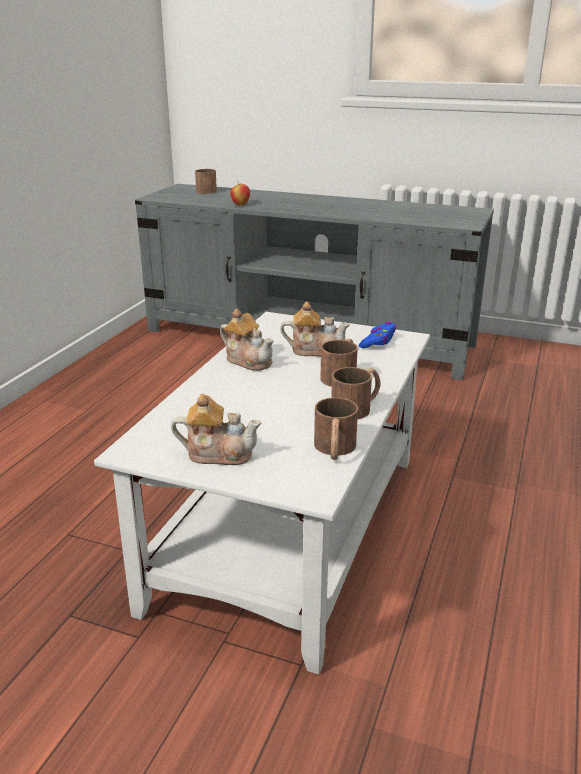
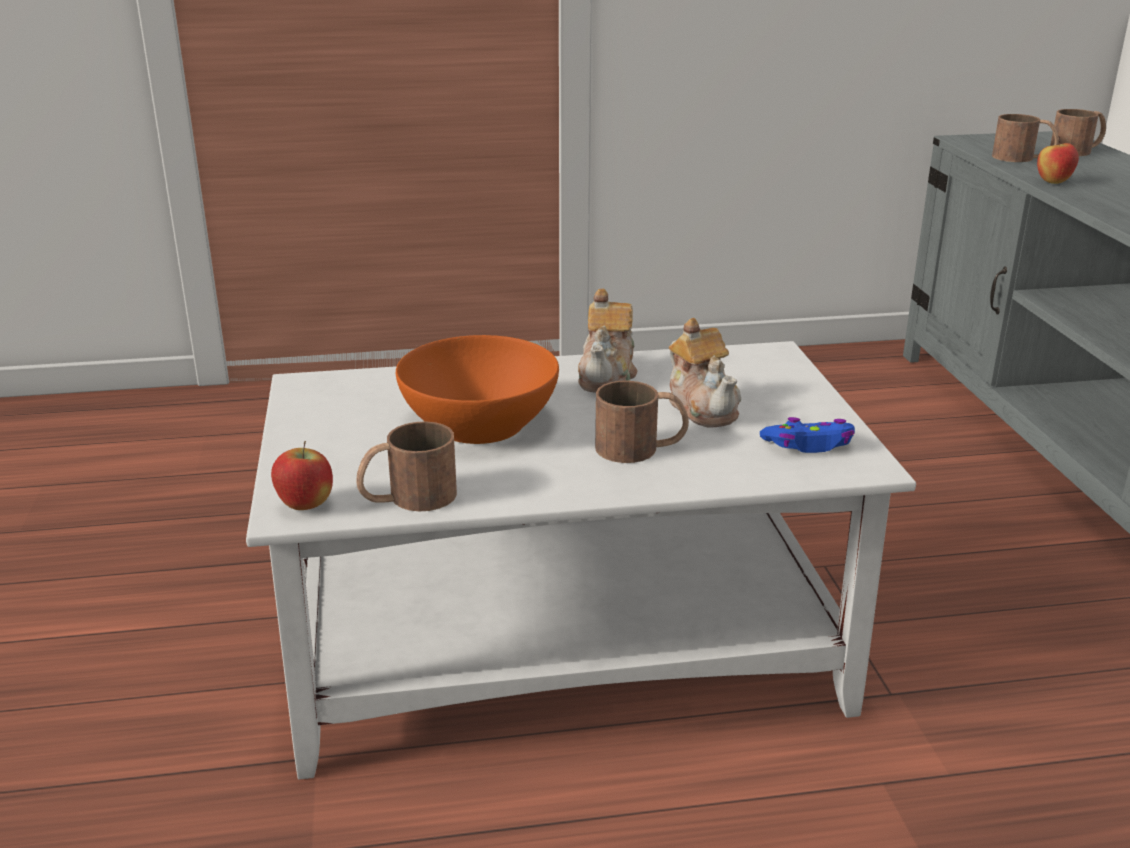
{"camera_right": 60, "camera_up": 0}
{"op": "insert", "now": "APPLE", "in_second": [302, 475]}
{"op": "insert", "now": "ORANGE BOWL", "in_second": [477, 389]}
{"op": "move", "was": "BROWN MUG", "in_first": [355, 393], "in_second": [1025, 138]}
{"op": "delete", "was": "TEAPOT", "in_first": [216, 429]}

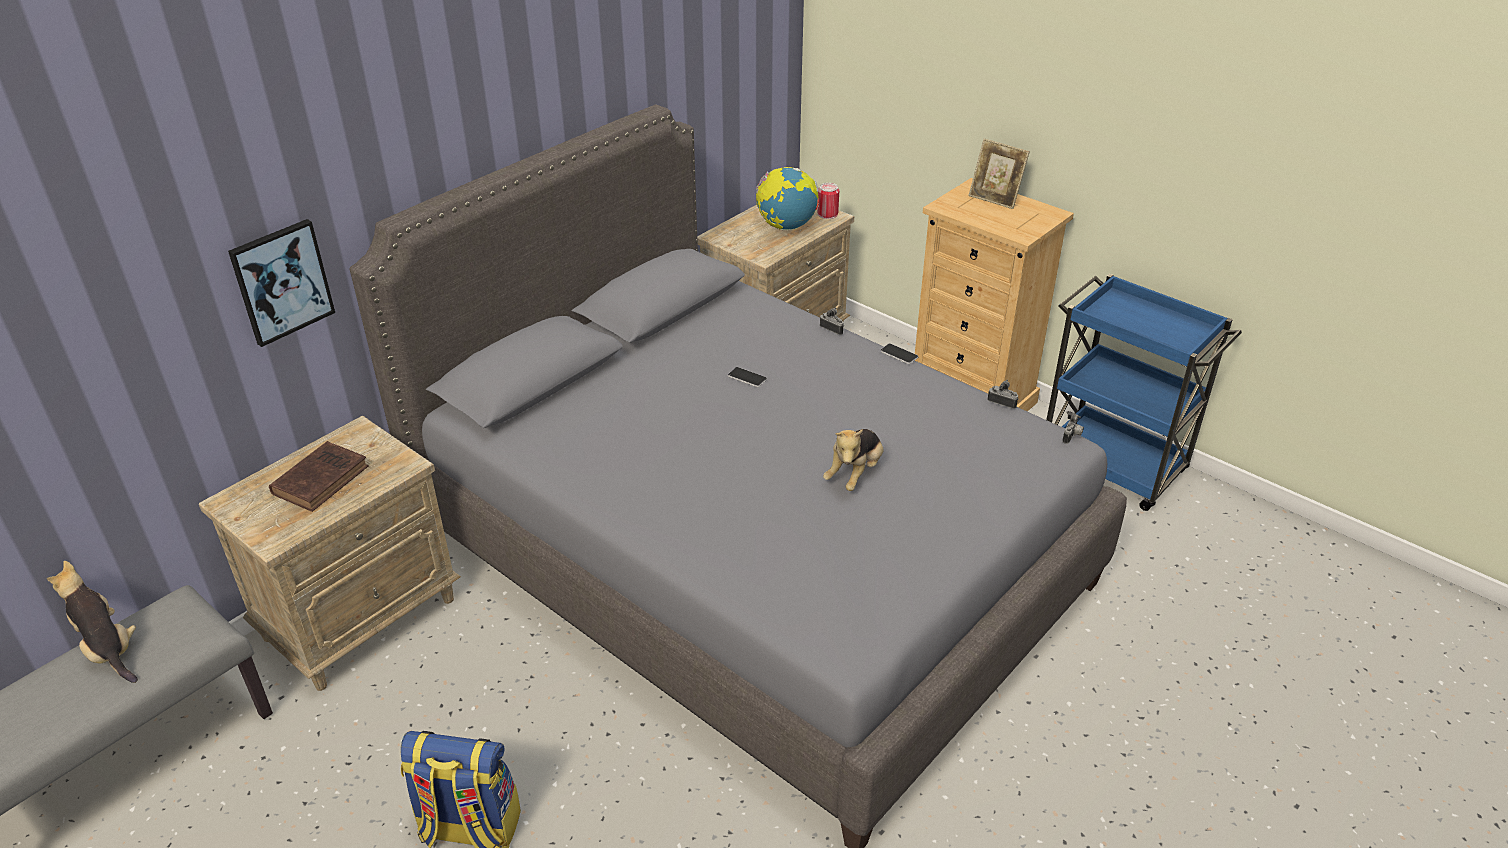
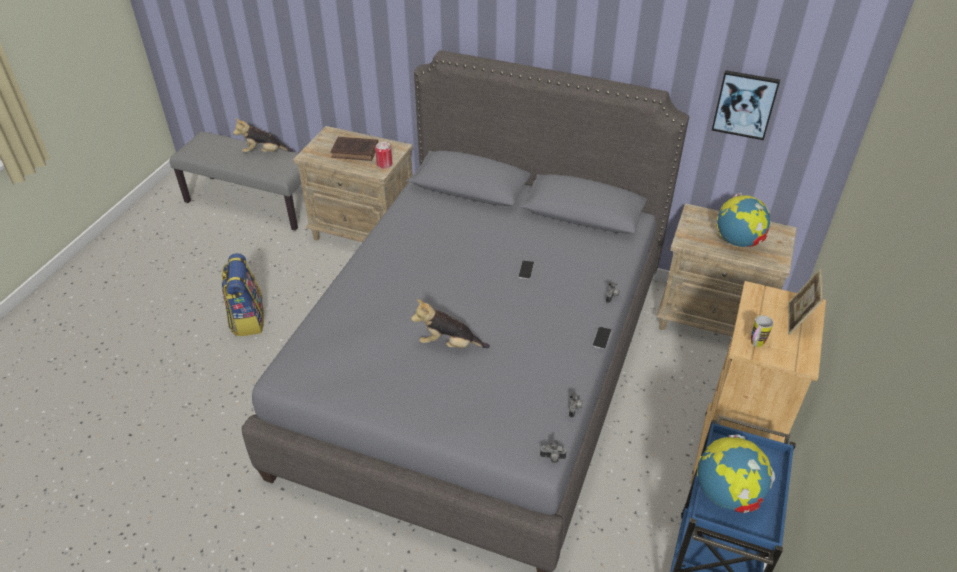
{"camera_right": 70, "camera_up": 5}
{"op": "rotate", "was": "PLUSH TOY", "in_first": [92, 622], "in_second": [263, 135], "clockwise": -120}
{"op": "move", "was": "CAN", "in_first": [828, 201], "in_second": [383, 155]}
{"op": "insert", "now": "GLOBE", "in_second": [736, 474]}
{"op": "move", "was": "PICTURE", "in_first": [281, 283], "in_second": [746, 105]}
{"op": "insert", "now": "MUG", "in_second": [762, 331]}

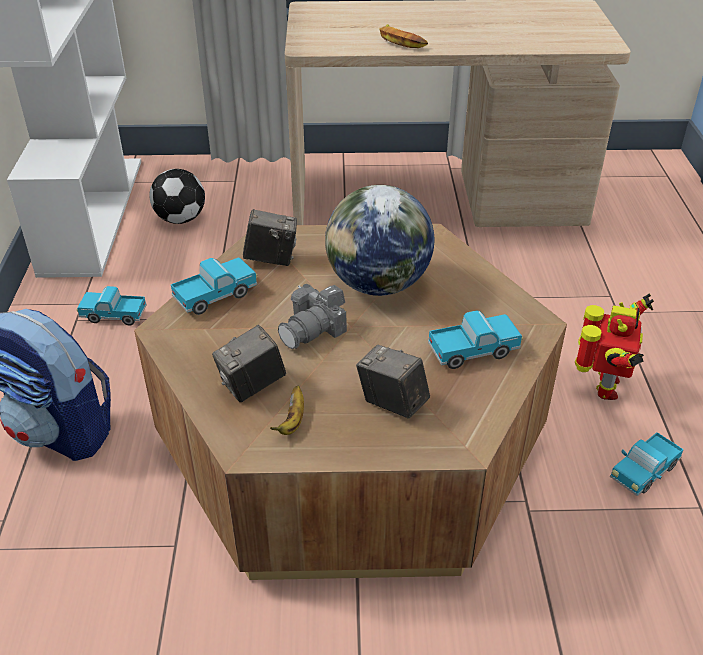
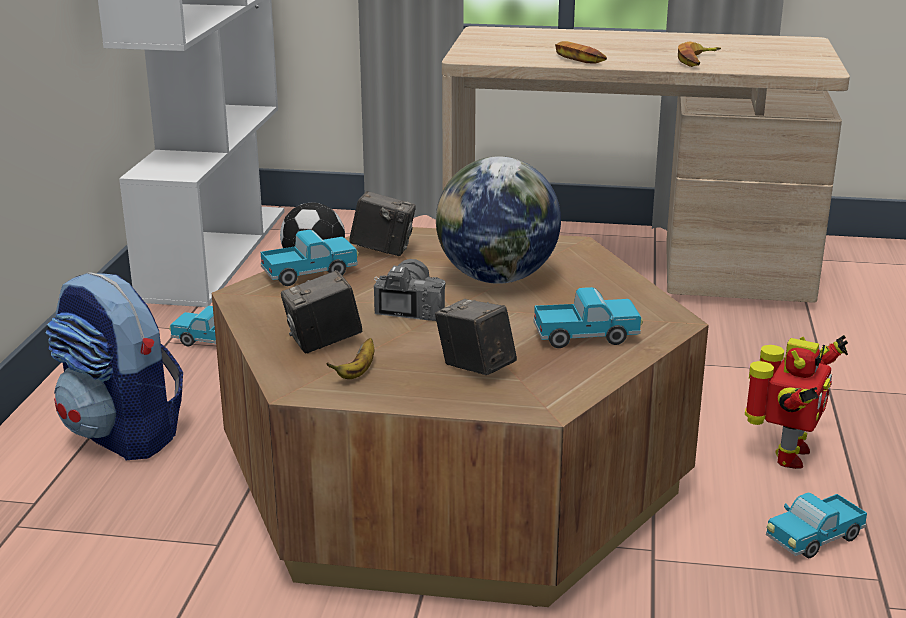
{"camera_right": 10, "camera_up": -15}
{"op": "rotate", "was": "PHOTO CAMERA", "in_first": [312, 316], "in_second": [410, 290], "clockwise": 135}
{"op": "insert", "now": "BANANA", "in_second": [699, 54]}

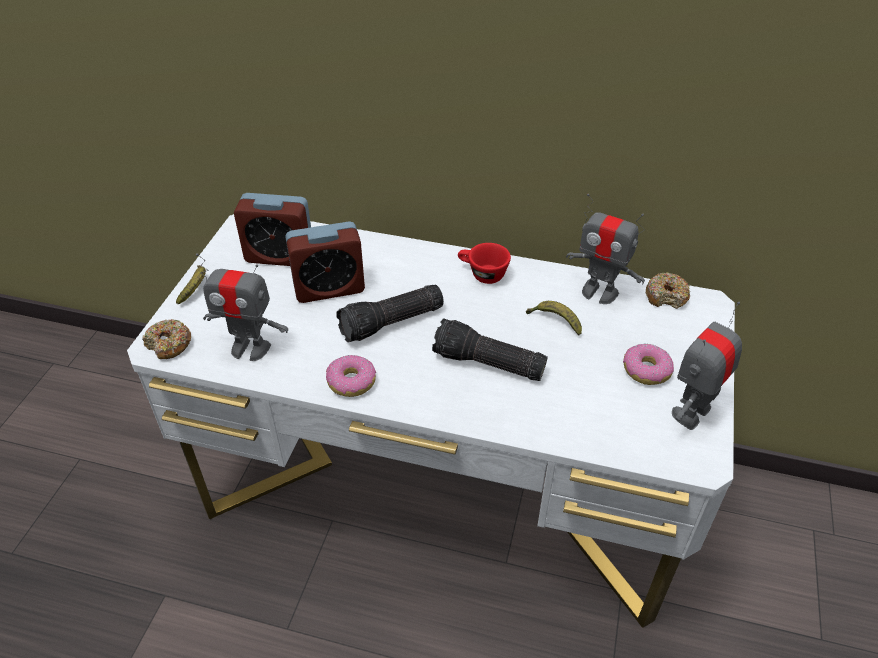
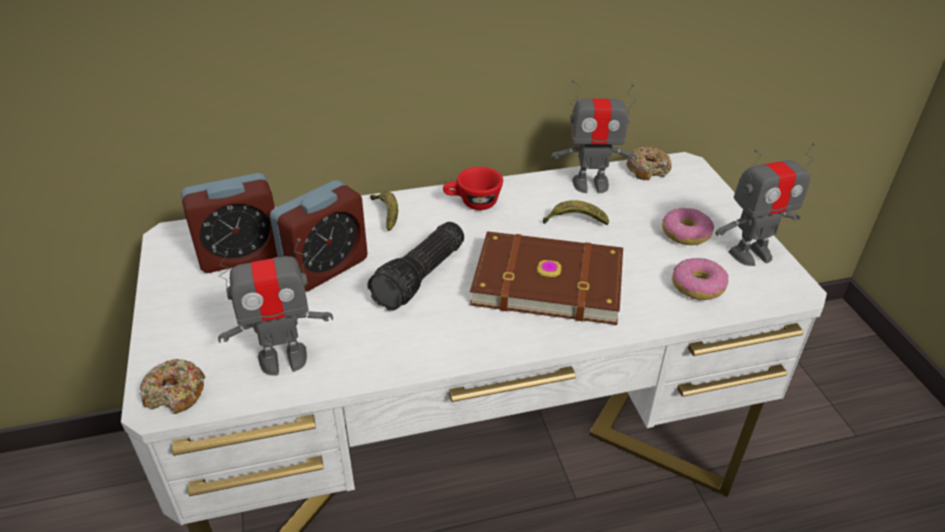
{"camera_right": -30, "camera_up": -5}
{"op": "move", "was": "BANANA", "in_first": [191, 284], "in_second": [384, 211]}
{"op": "replace", "was": "FLASHLIGHT", "now": "BROWN BOOK", "in_first": [490, 349], "in_second": [546, 278]}
{"op": "move", "was": "DONUT", "in_first": [351, 376], "in_second": [700, 279]}
{"op": "rotate", "was": "TOY ROBOT", "in_first": [707, 366], "in_second": [765, 204], "clockwise": -120}

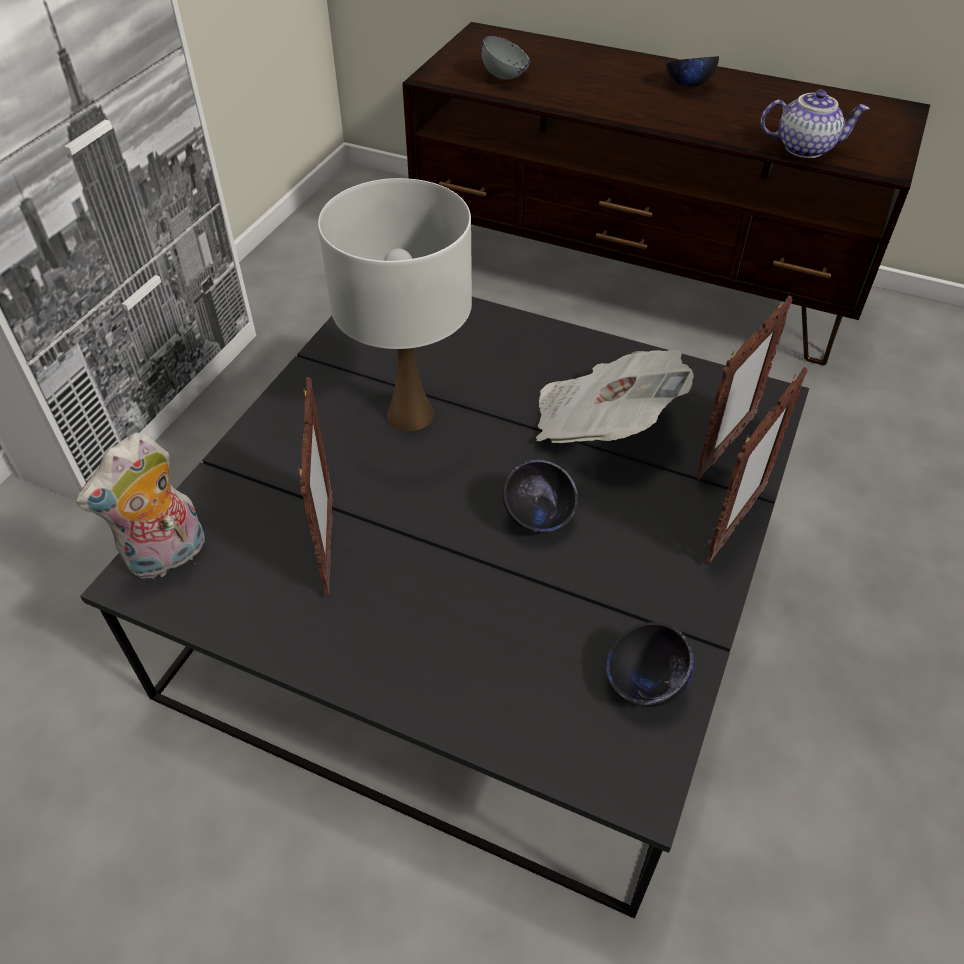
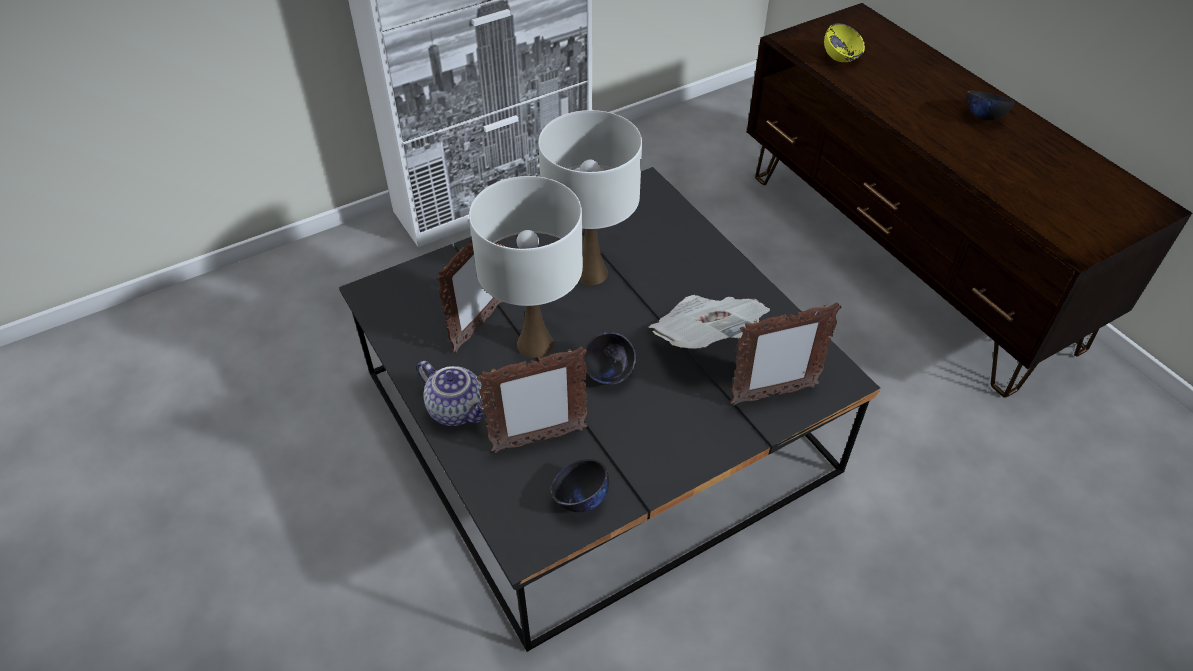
{"camera_right": 35, "camera_up": 0}
{"op": "move", "was": "TEAPOT", "in_first": [815, 123], "in_second": [452, 393]}
{"op": "insert", "now": "WHITE TABLE LAMP", "in_second": [526, 267]}
{"op": "move", "was": "PICTURE FRAME", "in_first": [756, 465], "in_second": [532, 400]}
{"op": "recolor", "was": "GREY BOWL", "now": "YELLOW BOWL", "in_first": [505, 58], "in_second": [844, 42]}
{"op": "delete", "was": "PLUSH TOY", "in_first": [140, 506]}

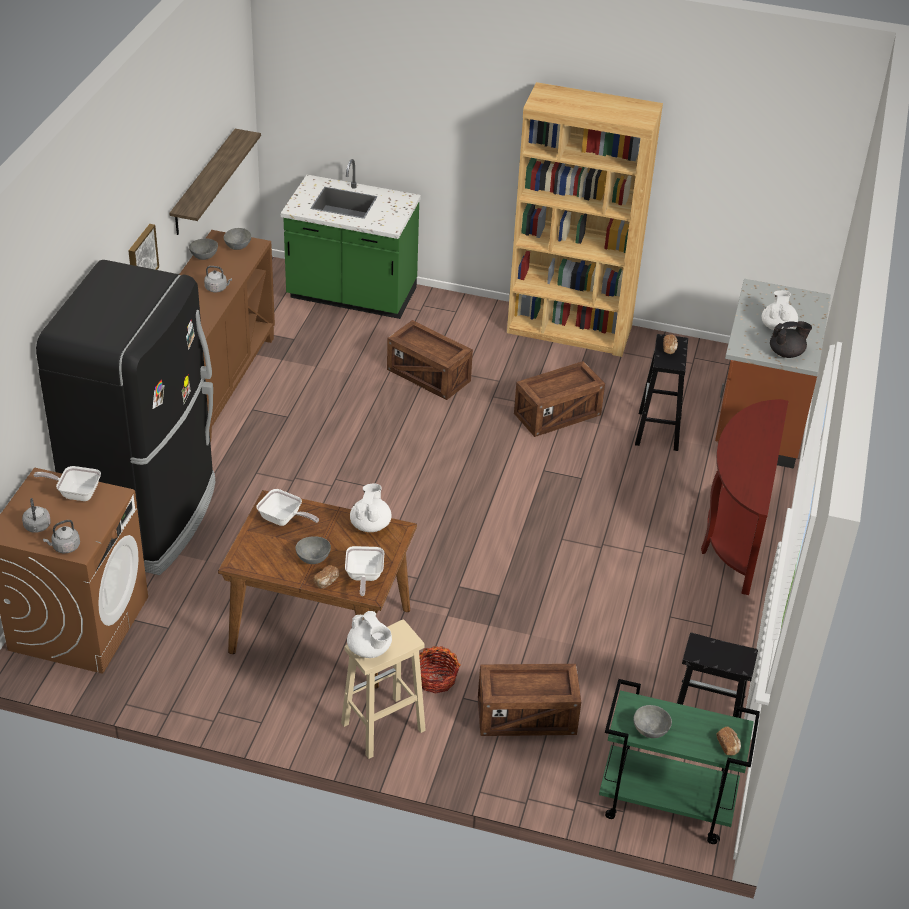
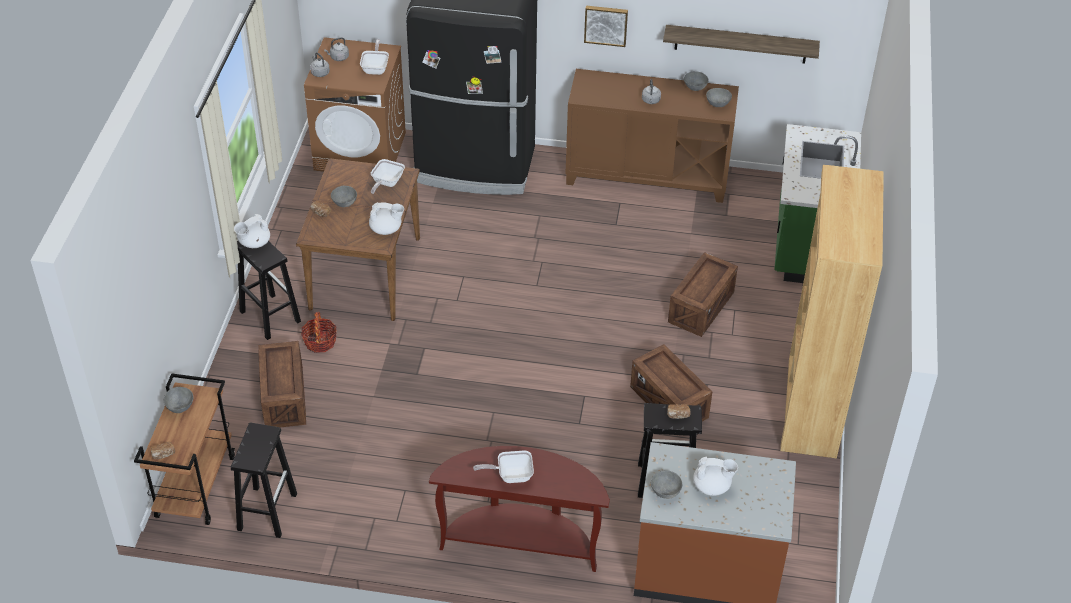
{"camera_right": 85, "camera_up": 5}
{"op": "recolor", "was": "GREEN CART", "now": "BROWN CART", "in_first": [679, 761], "in_second": [184, 449]}
{"op": "recolor", "was": "BEIGE STOOL", "now": "BLACK STOOL", "in_first": [383, 689], "in_second": [269, 290]}
{"op": "move", "was": "FRYING PAN", "in_first": [364, 571], "in_second": [503, 467]}
{"op": "replace", "was": "BLACK TEAPOT", "now": "GREY BOWL", "in_first": [791, 339], "in_second": [666, 484]}

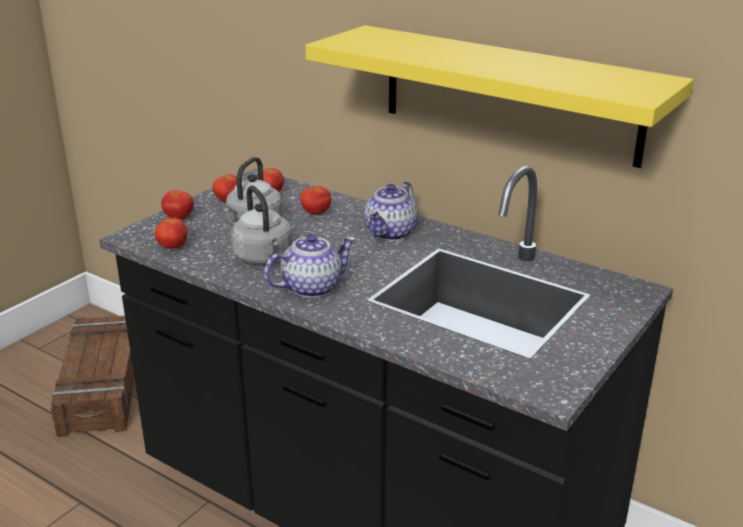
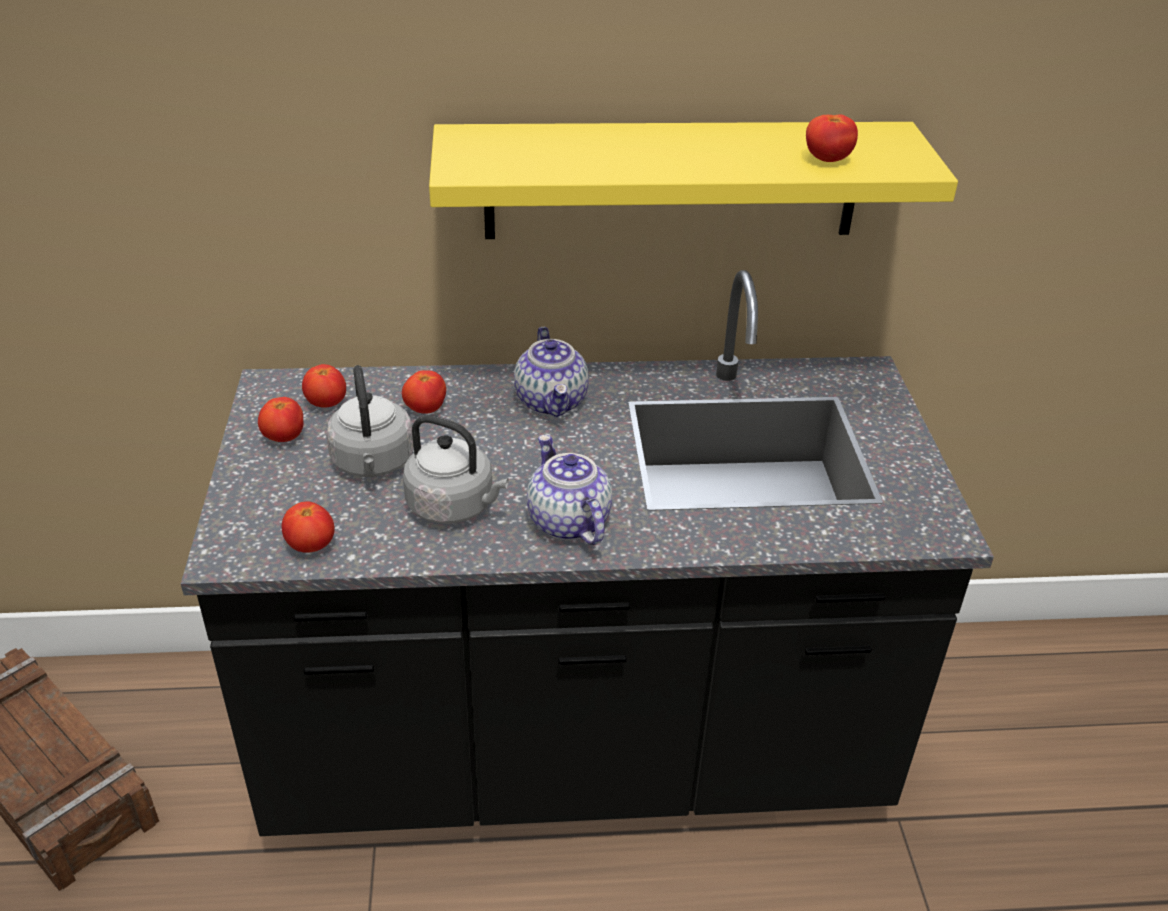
{"camera_right": -40, "camera_up": 10}
{"op": "rotate", "was": "TEAPOT", "in_first": [310, 266], "in_second": [569, 490], "clockwise": -45}
{"op": "move", "was": "TOMATO", "in_first": [177, 204], "in_second": [832, 138]}

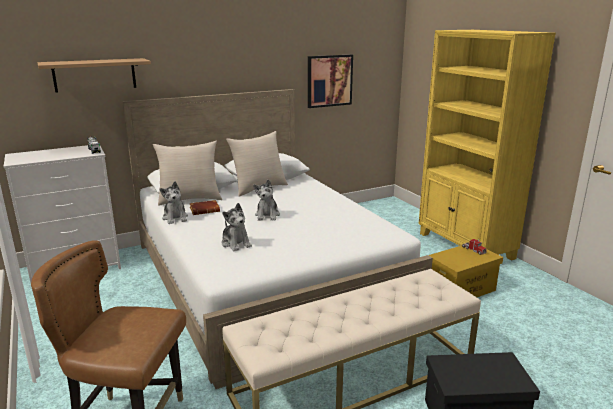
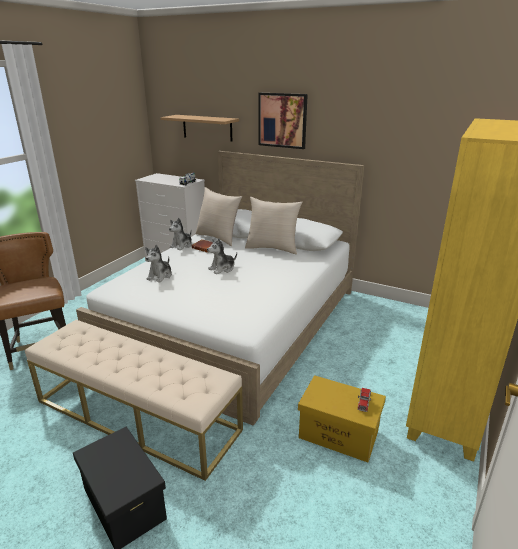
{"camera_right": 55, "camera_up": 5}
{"op": "move", "was": "PICTURE", "in_first": [330, 81], "in_second": [283, 121]}

